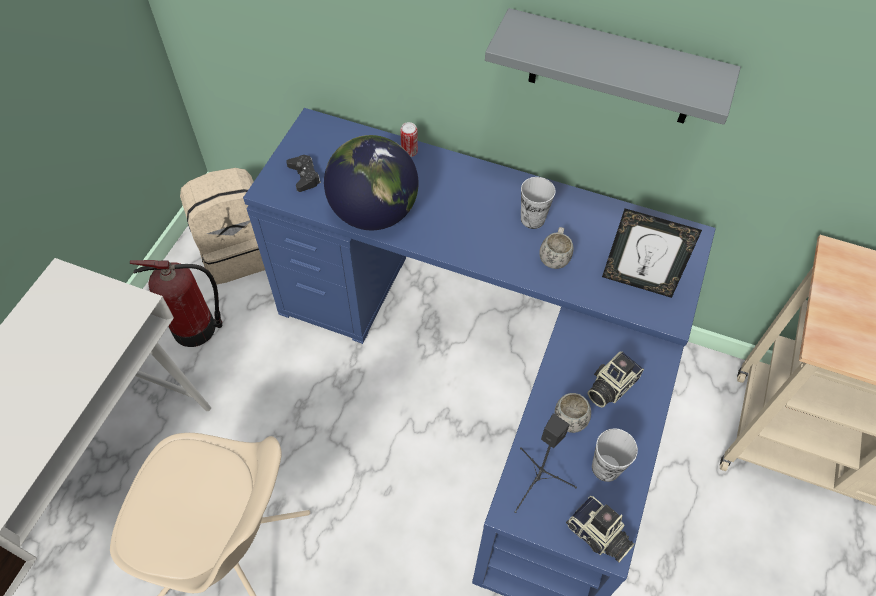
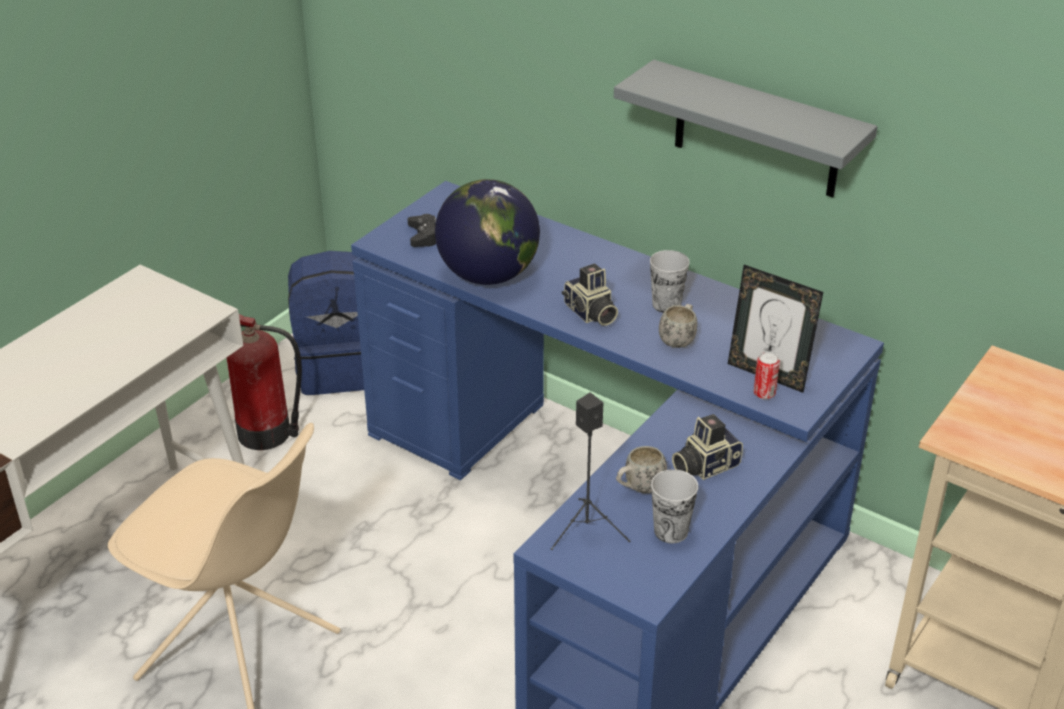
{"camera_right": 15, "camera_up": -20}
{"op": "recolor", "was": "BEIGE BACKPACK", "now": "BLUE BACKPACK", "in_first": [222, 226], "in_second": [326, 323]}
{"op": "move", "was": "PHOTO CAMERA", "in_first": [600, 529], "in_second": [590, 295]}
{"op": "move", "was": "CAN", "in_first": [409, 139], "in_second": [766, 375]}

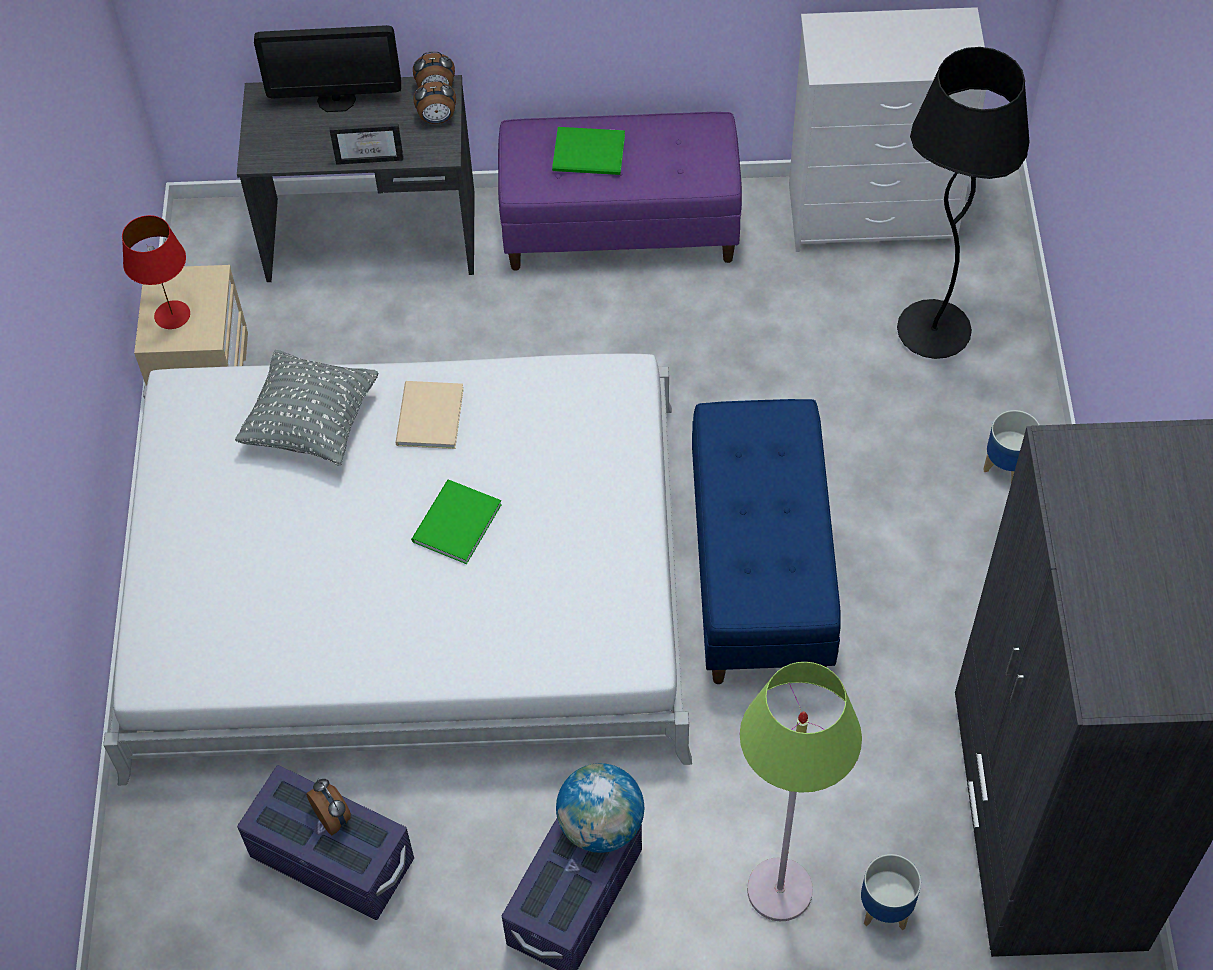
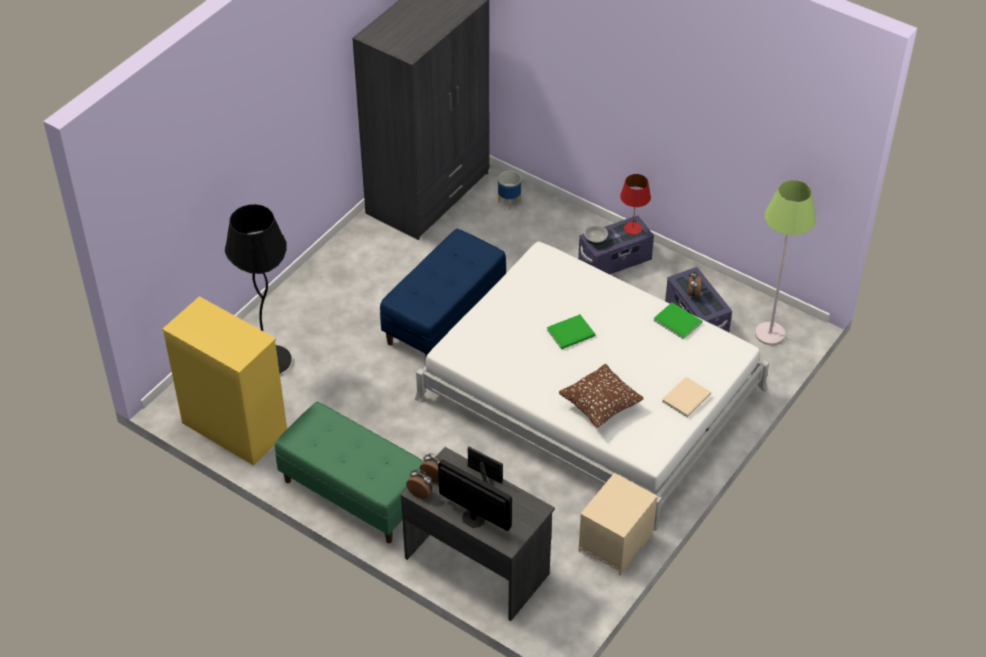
{"camera_right": -145, "camera_up": -10}
{"op": "recolor", "was": "WHITE DRESSER", "now": "YELLOW DRESSER", "in_first": [887, 129], "in_second": [224, 381]}
{"op": "recolor", "was": "PURPLE BENCH", "now": "GREEN BENCH", "in_first": [620, 191], "in_second": [349, 472]}
{"op": "recolor", "was": "GREY PILLOW", "now": "BROWN PILLOW", "in_first": [306, 408], "in_second": [601, 396]}
{"op": "replace", "was": "GLOBE", "now": "BOWL", "in_first": [600, 808], "in_second": [596, 235]}
{"op": "move", "was": "RED TABLE LAMP", "in_first": [156, 272], "in_second": [635, 204]}
{"op": "move", "was": "GREEN BOOK", "in_first": [588, 151], "in_second": [677, 321]}
{"op": "move", "was": "BEIGE BOOK", "in_first": [429, 415], "in_second": [686, 397]}
{"op": "move", "was": "GREEN FLOOR LAMP", "in_first": [801, 791], "in_second": [785, 262]}
{"op": "delete", "was": "PLANTER", "in_first": [1011, 446]}

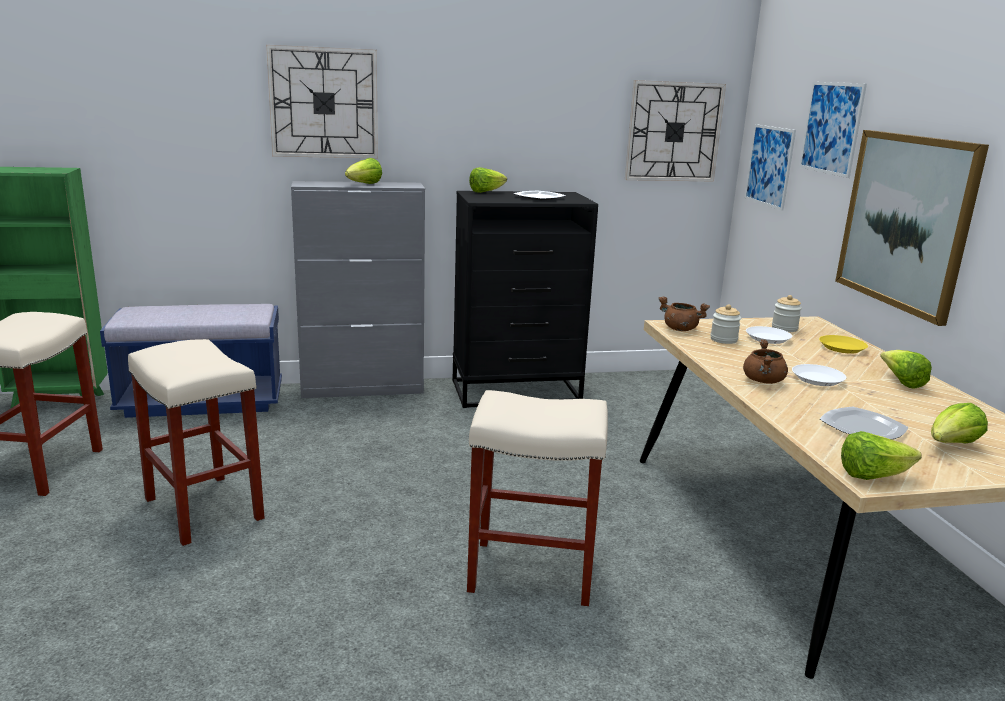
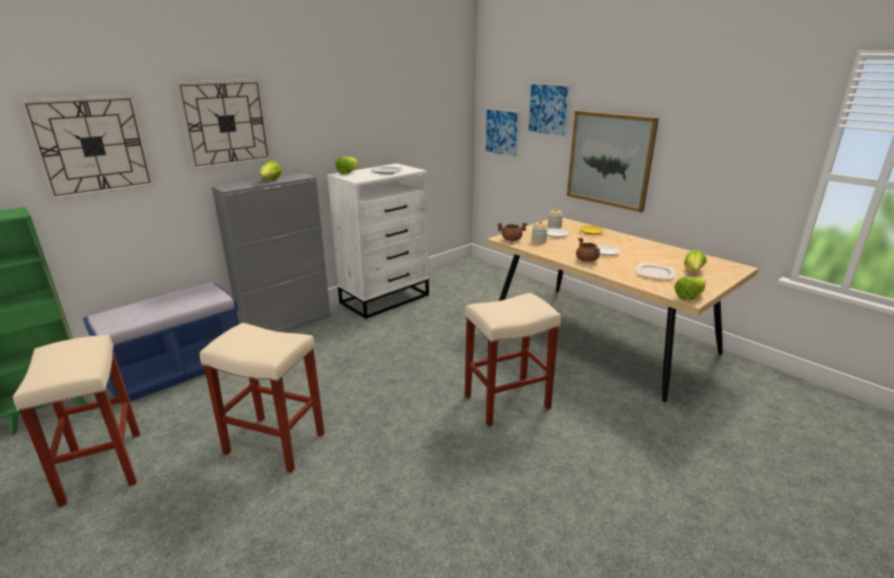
{"camera_right": -30, "camera_up": 5}
{"op": "move", "was": "WALL CLOCK", "in_first": [675, 131], "in_second": [87, 148]}
{"op": "recolor", "was": "BLACK DRESSER", "now": "WHITE DRESSER", "in_first": [525, 299], "in_second": [378, 241]}
{"op": "delete", "was": "LETTUCE", "in_first": [906, 369]}

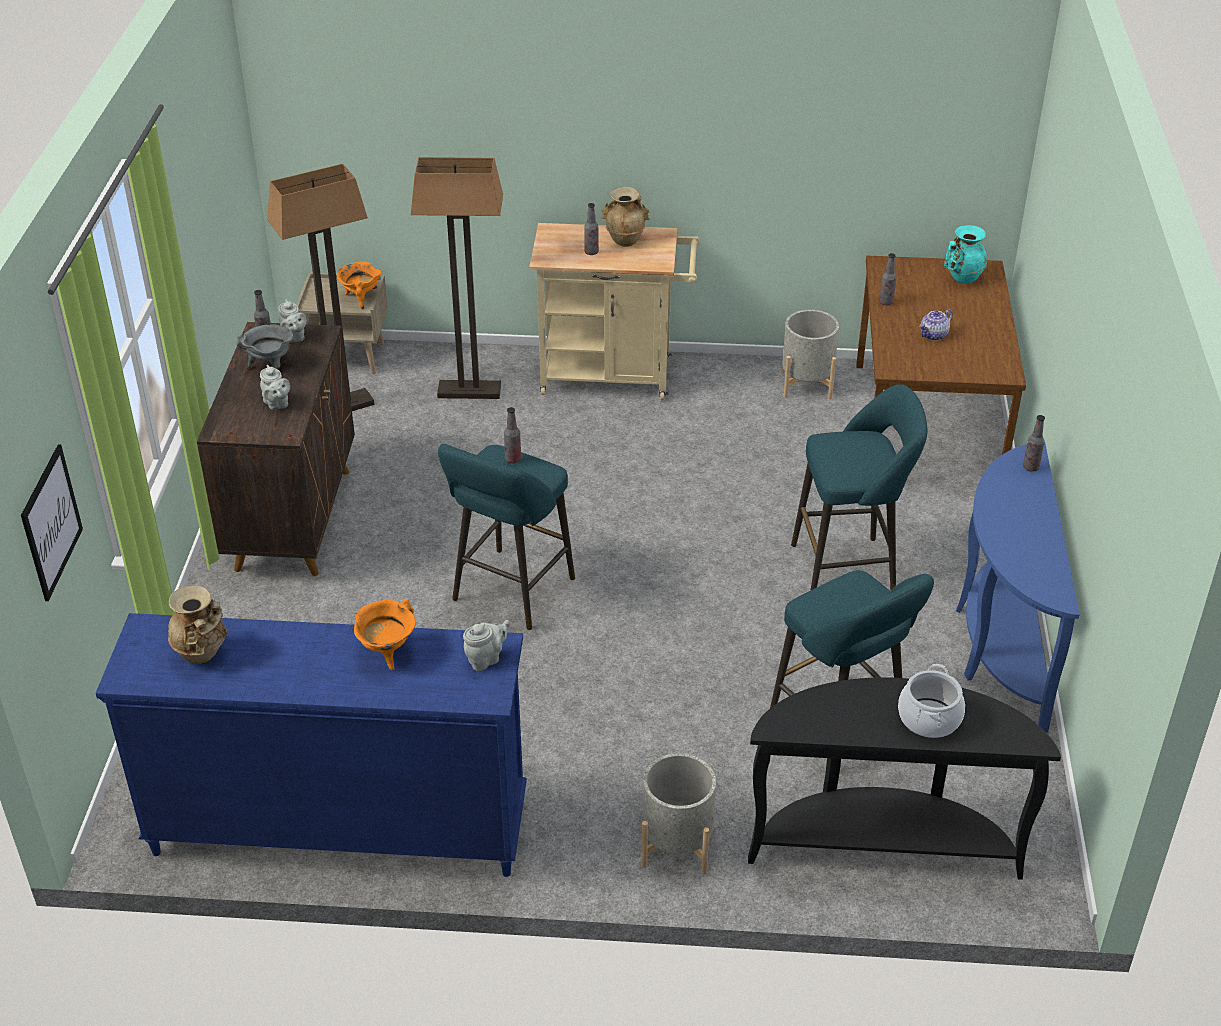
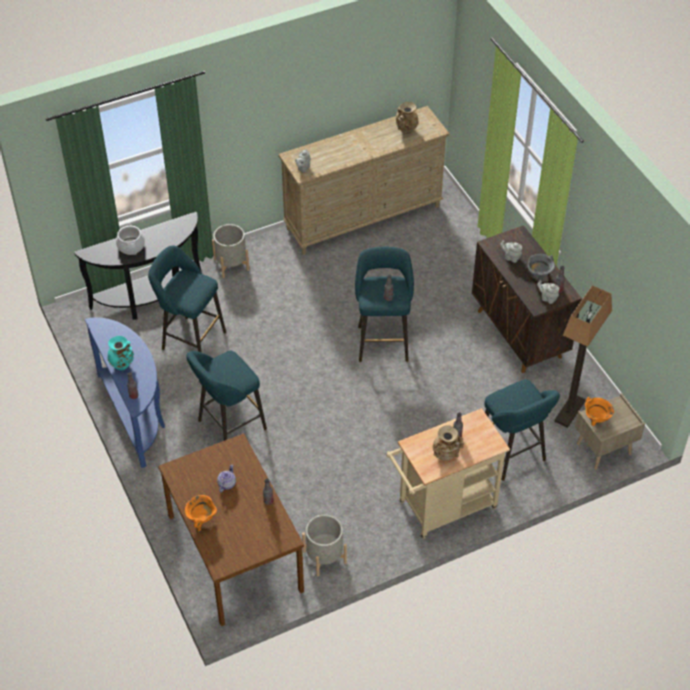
{"camera_right": 150, "camera_up": 10}
{"op": "move", "was": "TURQUOISE VASE", "in_first": [965, 254], "in_second": [120, 353]}
{"op": "move", "was": "ORANGE COOKING POT", "in_first": [385, 634], "in_second": [201, 513]}
{"op": "recolor", "was": "BLUE DRESSER", "now": "BEIGE DRESSER", "in_first": [311, 745], "in_second": [364, 180]}
{"op": "replace", "was": "FLOOR LAMP", "now": "TURQUOISE STOOL", "in_first": [457, 278], "in_second": [522, 430]}
{"op": "delete", "was": "PICTURE", "in_first": [52, 522]}

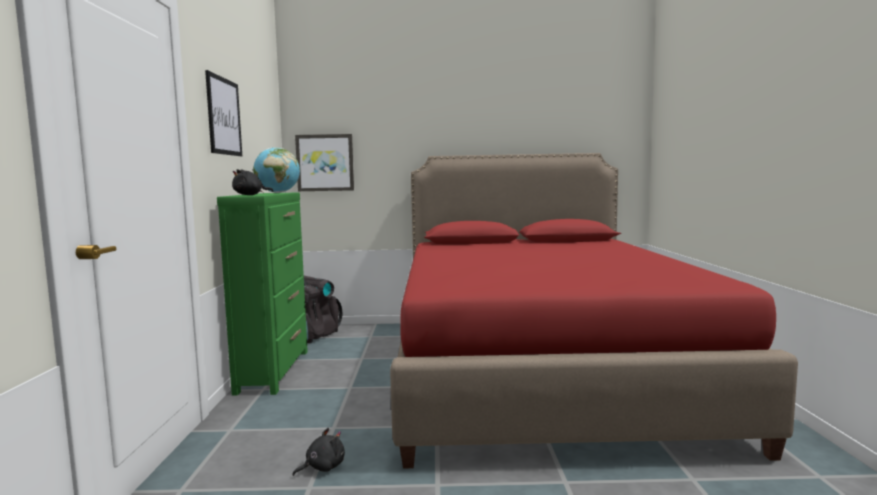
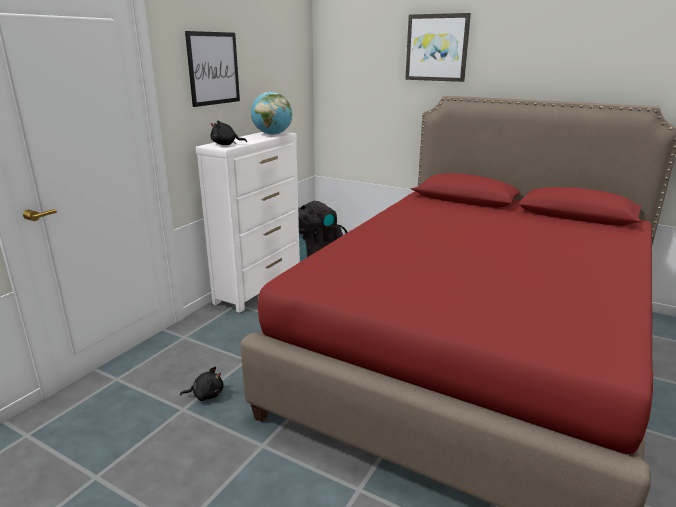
{"camera_right": 30, "camera_up": 15}
{"op": "recolor", "was": "GREEN DRESSER", "now": "WHITE DRESSER", "in_first": [262, 294], "in_second": [248, 222]}
{"op": "move", "was": "PICTURE", "in_first": [324, 162], "in_second": [438, 47]}

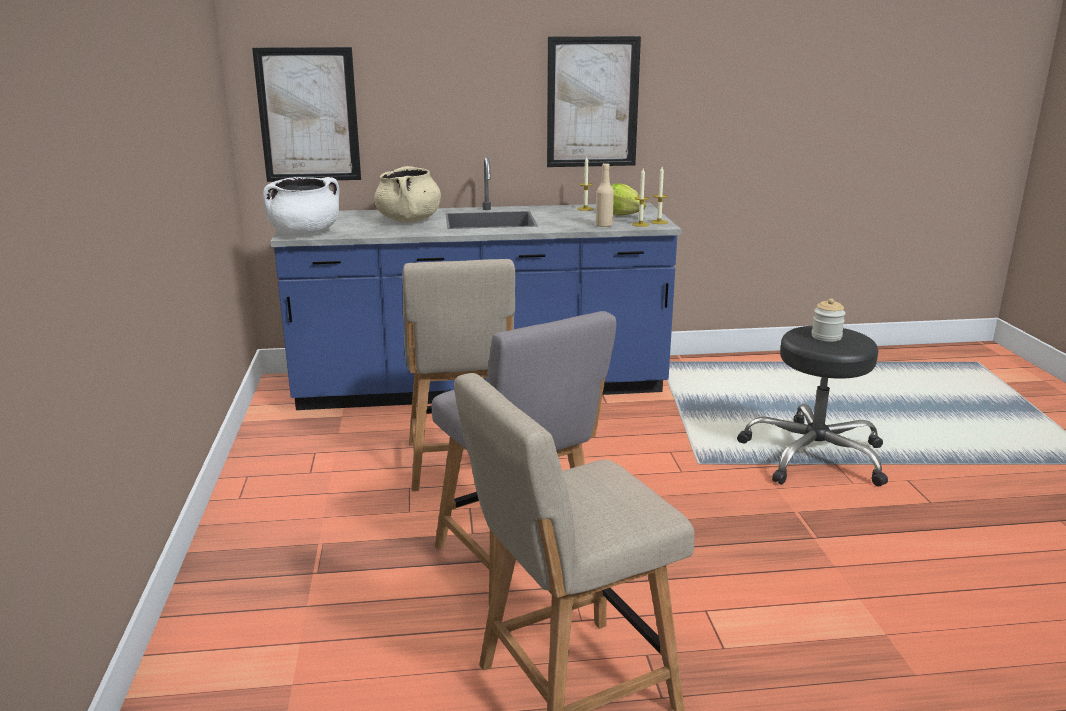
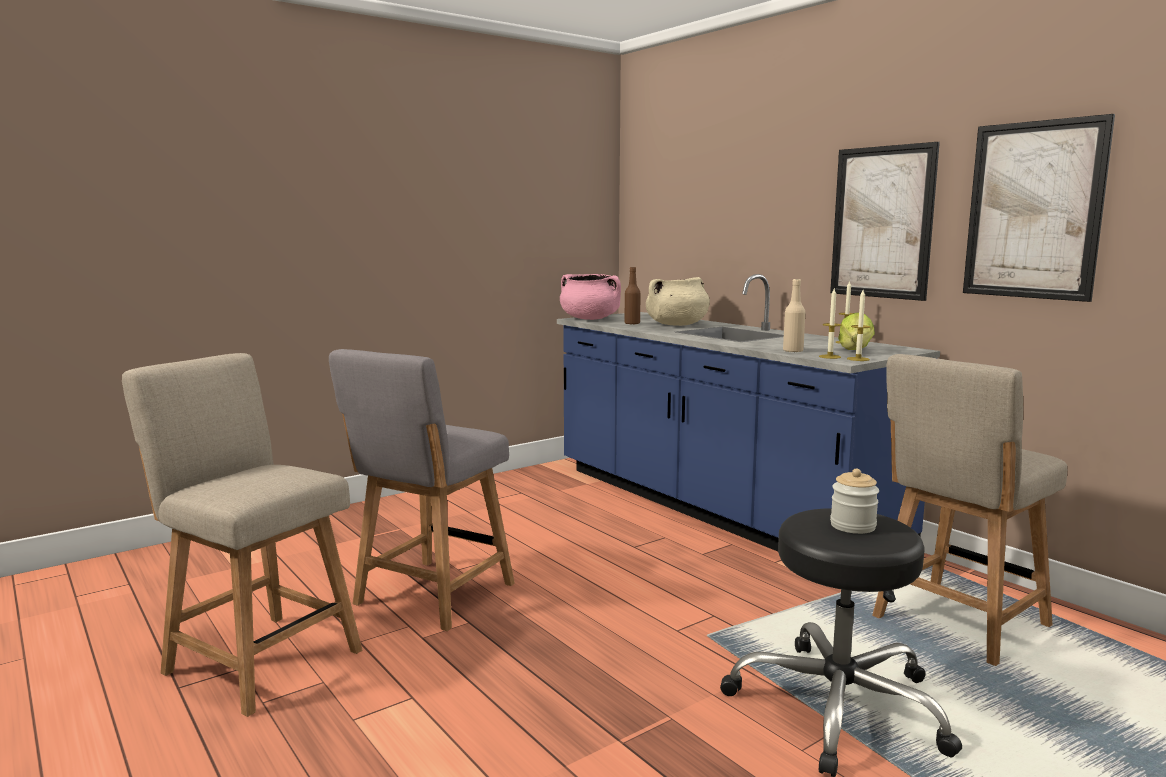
{"camera_right": 60, "camera_up": -10}
{"op": "recolor", "was": "WHITE COOKING POT", "now": "PINK COOKING POT", "in_first": [301, 206], "in_second": [590, 297]}
{"op": "insert", "now": "BROWN BOTTLE", "in_second": [632, 295]}
{"op": "move", "was": "BEIGE CHAIR", "in_first": [458, 375], "in_second": [969, 510]}
{"op": "move", "was": "PICTURE", "in_first": [306, 114], "in_second": [1039, 208]}

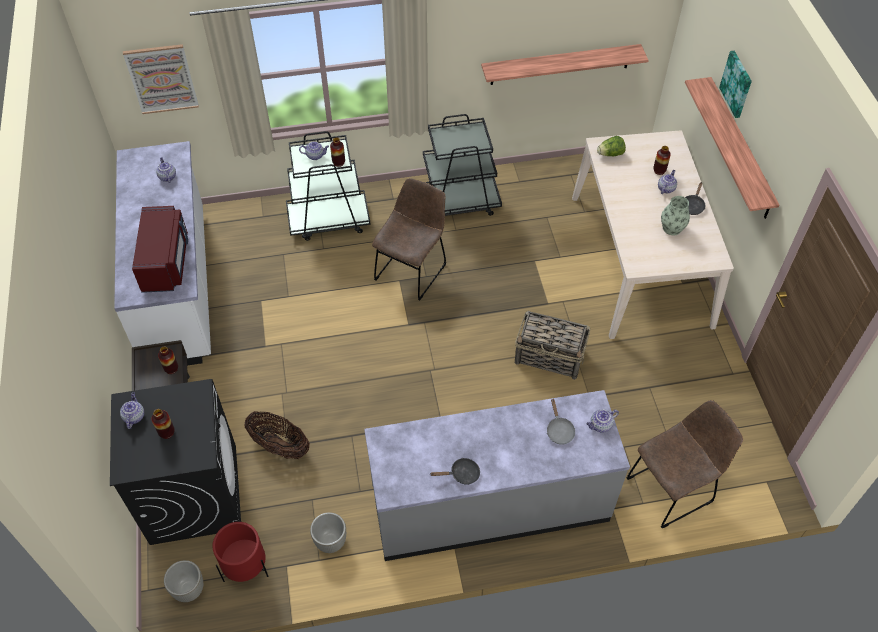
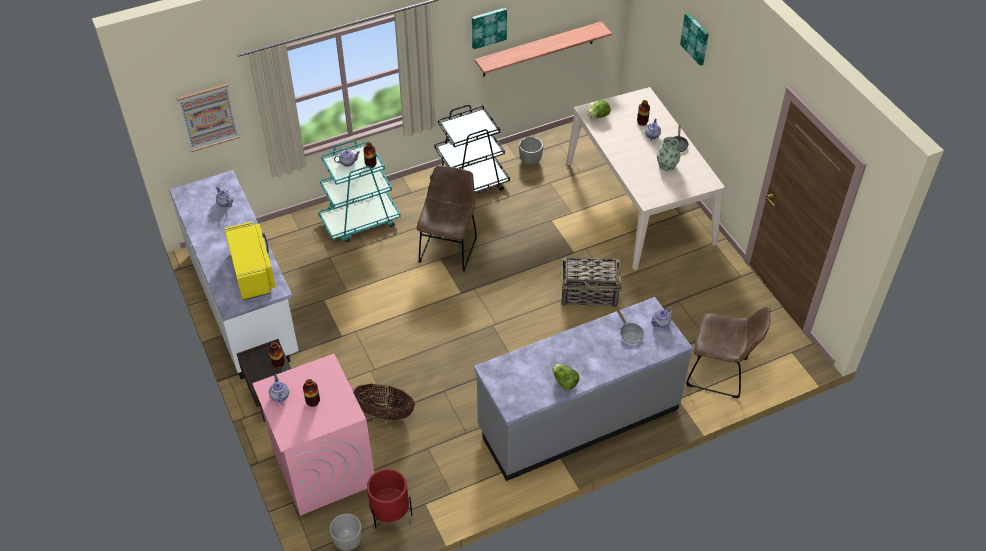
{"camera_right": -15, "camera_up": -5}
{"op": "recolor", "was": "RED MICROWAVE", "now": "YELLOW MICROWAVE", "in_first": [160, 249], "in_second": [250, 261]}
{"op": "recolor", "was": "BLACK WASHING MACHINE", "now": "PINK WASHING MACHINE", "in_first": [175, 462], "in_second": [313, 435]}
{"op": "recolor", "was": "BLACK CART", "now": "TURQUOISE CART", "in_first": [328, 186], "in_second": [359, 191]}
{"op": "insert", "now": "PICTURE", "in_second": [489, 28]}
{"op": "move", "was": "GREY PLANTER", "in_first": [328, 532], "in_second": [531, 151]}
{"op": "replace", "was": "BLACK FRYING PAN", "now": "LETTUCE", "in_first": [455, 471], "in_second": [565, 377]}
{"op": "rotate", "was": "BROWN CHAIR", "in_first": [685, 464], "in_second": [728, 352], "clockwise": 60}
{"op": "delete", "was": "SHELF", "in_first": [732, 148]}

